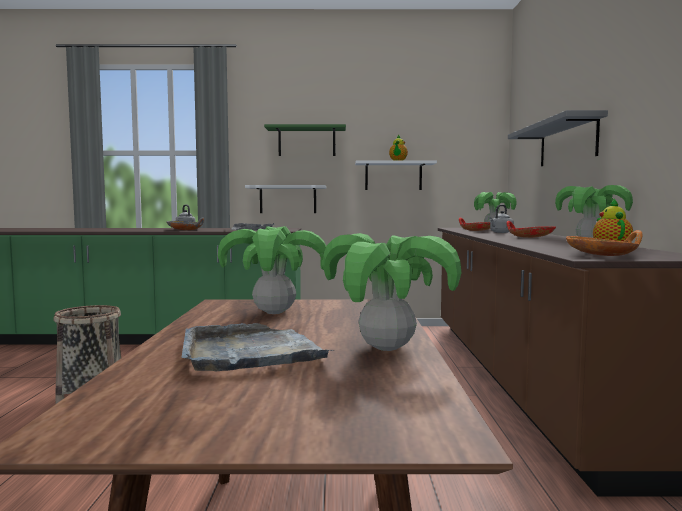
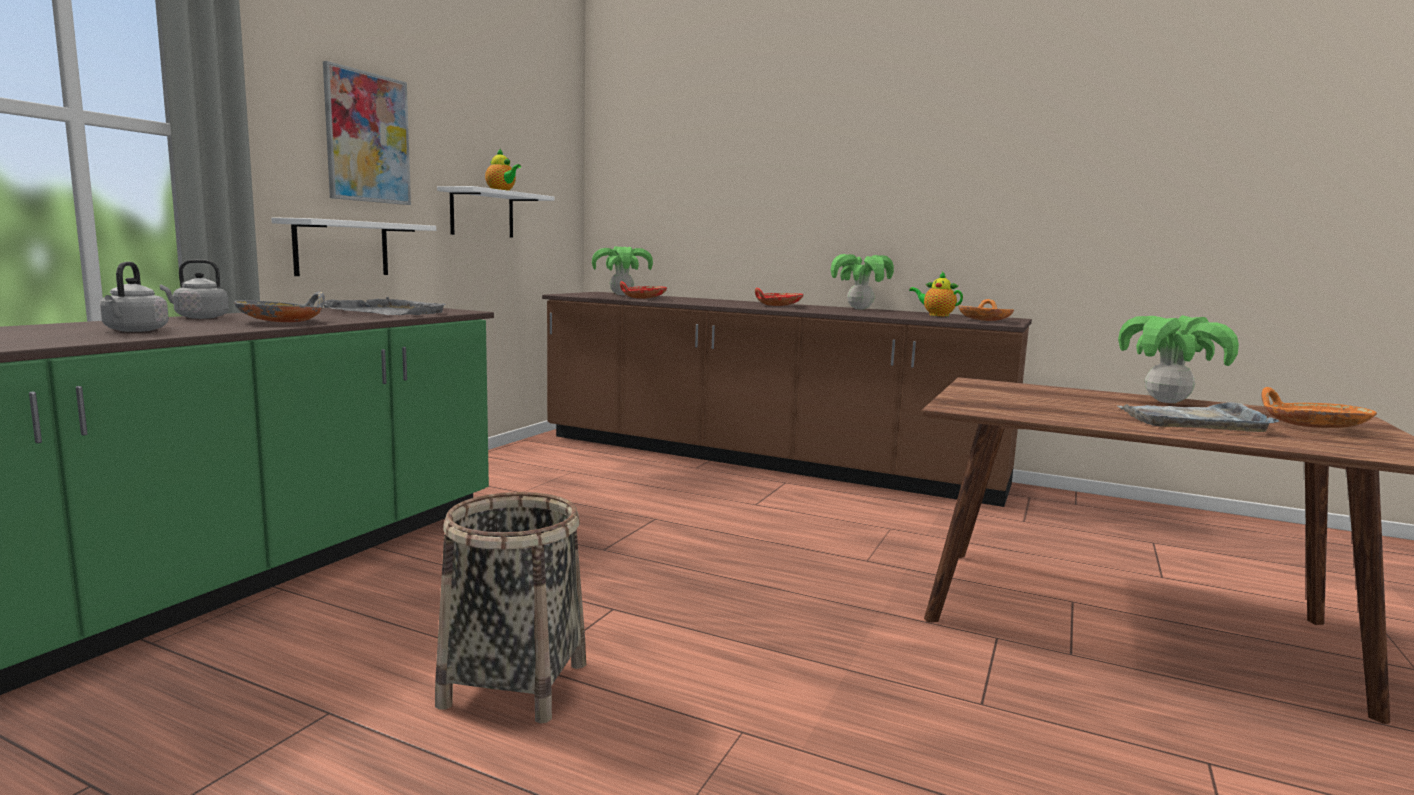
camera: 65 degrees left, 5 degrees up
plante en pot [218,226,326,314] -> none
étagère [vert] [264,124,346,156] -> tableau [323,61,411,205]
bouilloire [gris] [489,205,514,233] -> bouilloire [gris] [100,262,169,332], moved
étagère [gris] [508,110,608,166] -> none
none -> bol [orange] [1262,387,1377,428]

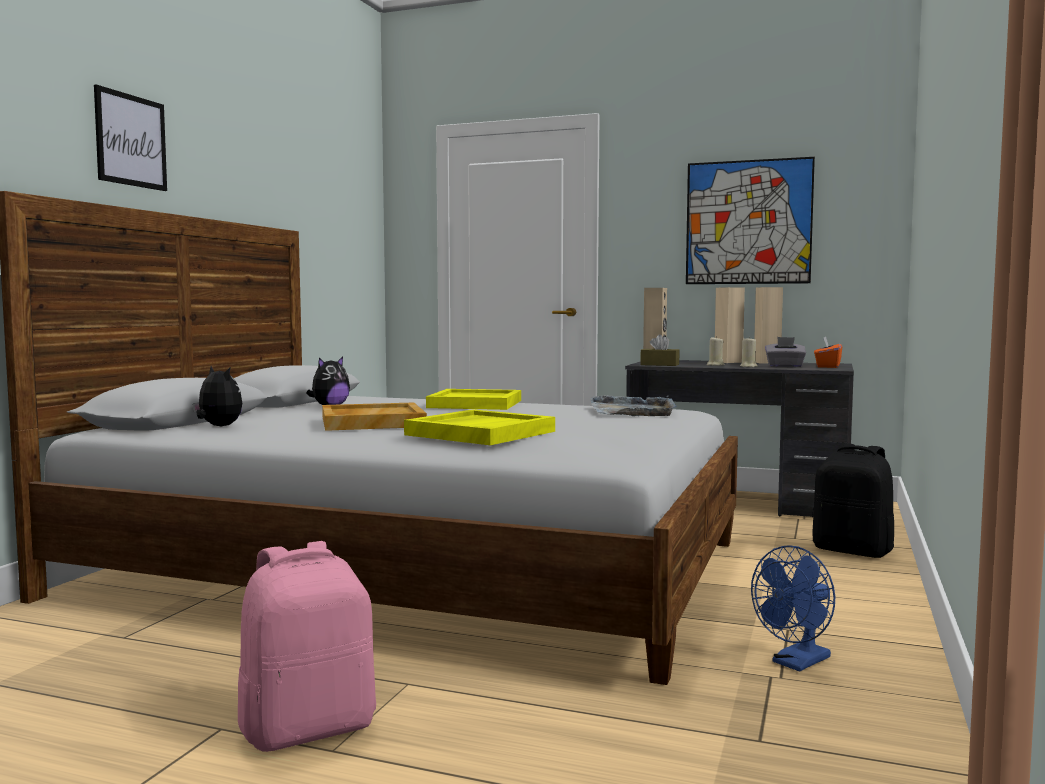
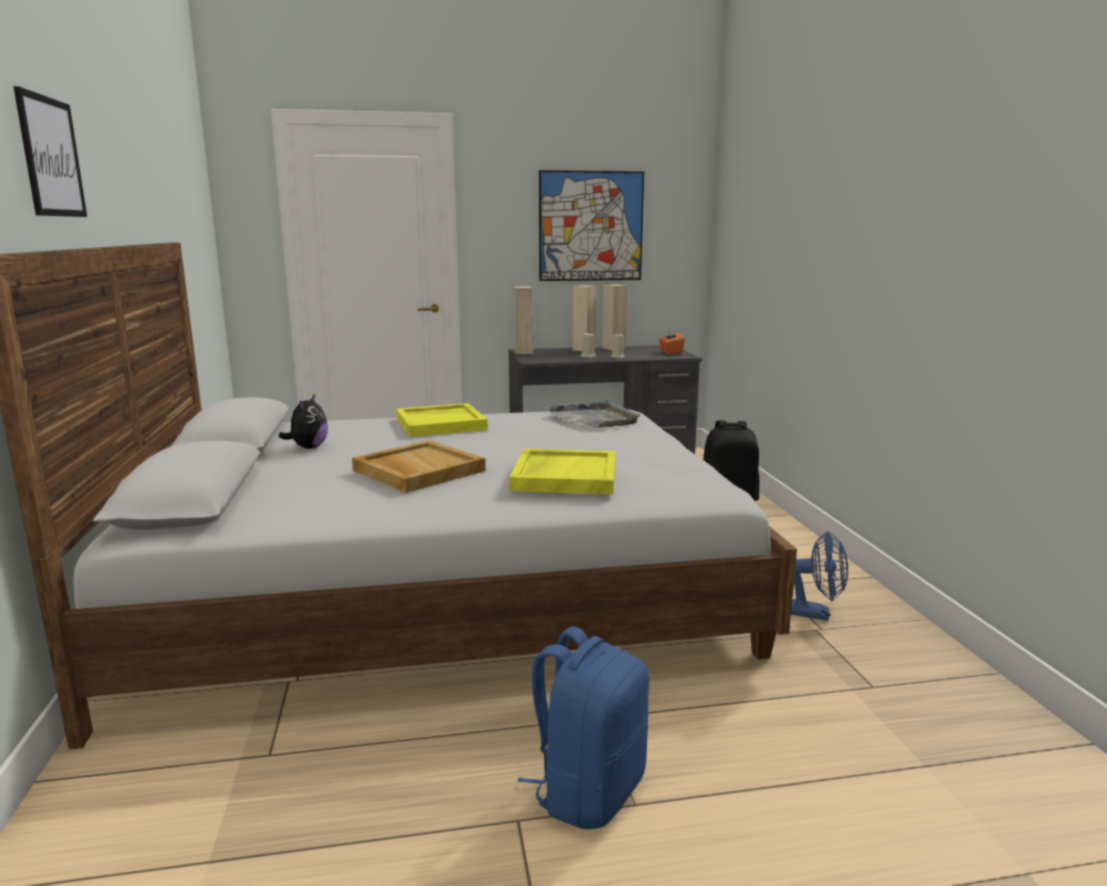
camera: 30 degrees left, 10 degrees up
peluche [193,366,242,426] -> none
sac à dos [rose] [238,541,376,752] -> sac à dos [bleu] [518,626,649,829]
boîte à mouchoirs [marron] [640,334,680,366] -> none
ventilateur [bleu] [751,545,835,671] -> ventilateur [bleu] [791,531,848,621], 90 degrees counterclockwise
boîte à mouchoirs [gris] [765,337,806,367] -> none

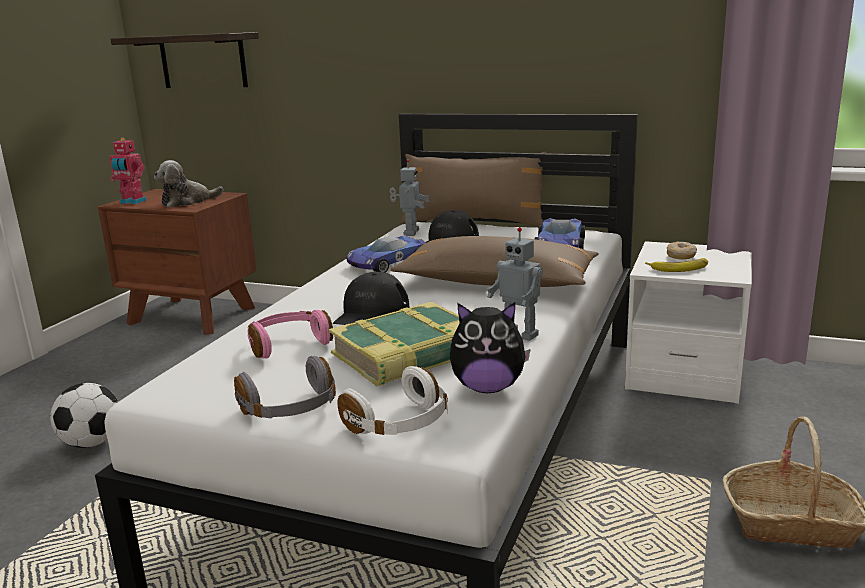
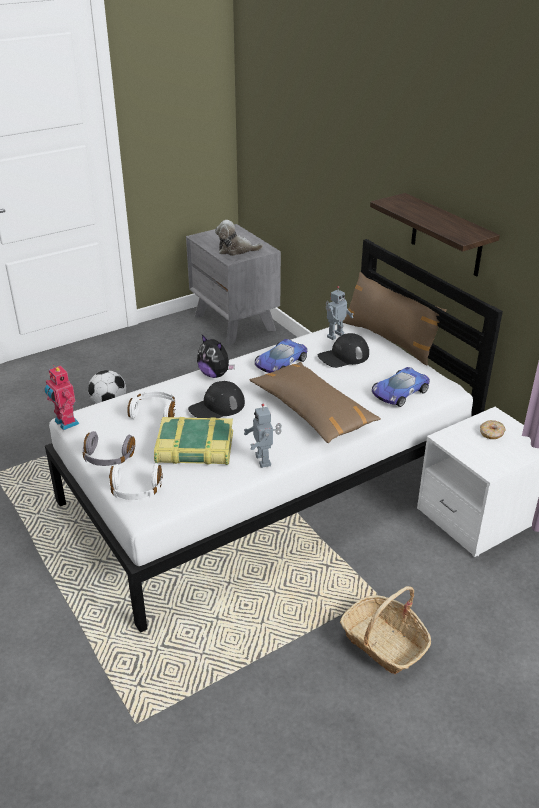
camera: 35 degrees right, 15 degrees up
table de chevet [marron] [98,189,257,335] -> table de chevet [gris] [186,224,281,345]
robot jouet [110,138,147,204] -> robot jouet [44,365,79,430], moved
étagère [111,32,259,88] -> étagère [370,193,500,277], moved
casque audio [rose] [247,310,333,359] -> casque audio [blanc] [127,391,176,419]
petite voiture [346,235,426,273] -> petite voiture [255,339,308,373], 45 degrees counterclockwise
peluche [450,302,531,393] -> peluche [197,335,235,378], moved
banane [645,258,708,272] -> none

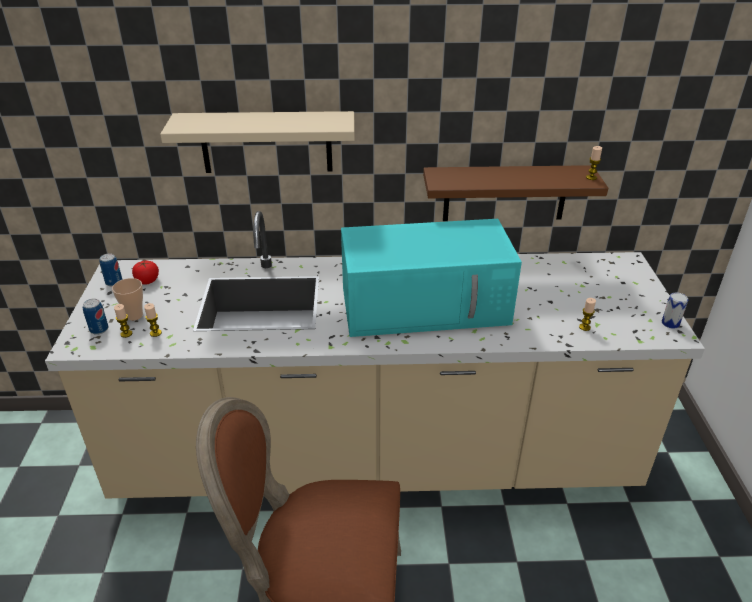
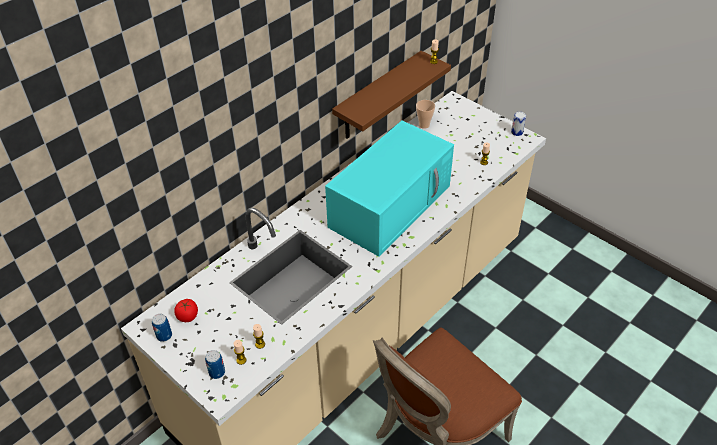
camera: 45 degrees left, 10 degrees up
tasse [112,278,143,320] -> tasse [416,100,435,129], moved
étagère [beige] [160,111,355,173] -> none

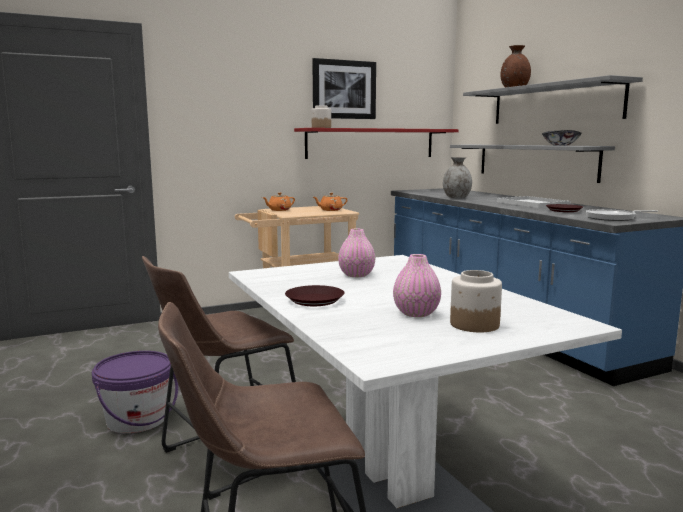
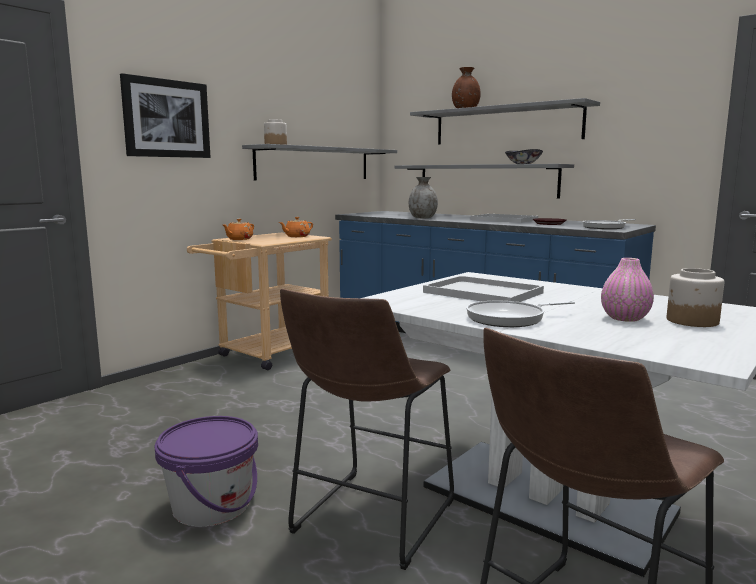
camera: 25 degrees left, 0 degrees up
assiette [marron] [285,285,344,306] -> poêle [466,301,575,327]
étagère [rouge] [294,128,459,159] -> étagère [gris] [242,144,397,180]
tableau [312,58,376,119] -> tableau [120,73,211,158], moved
vase [rose] [338,229,375,277] -> plateau [blanc] [423,276,544,302]

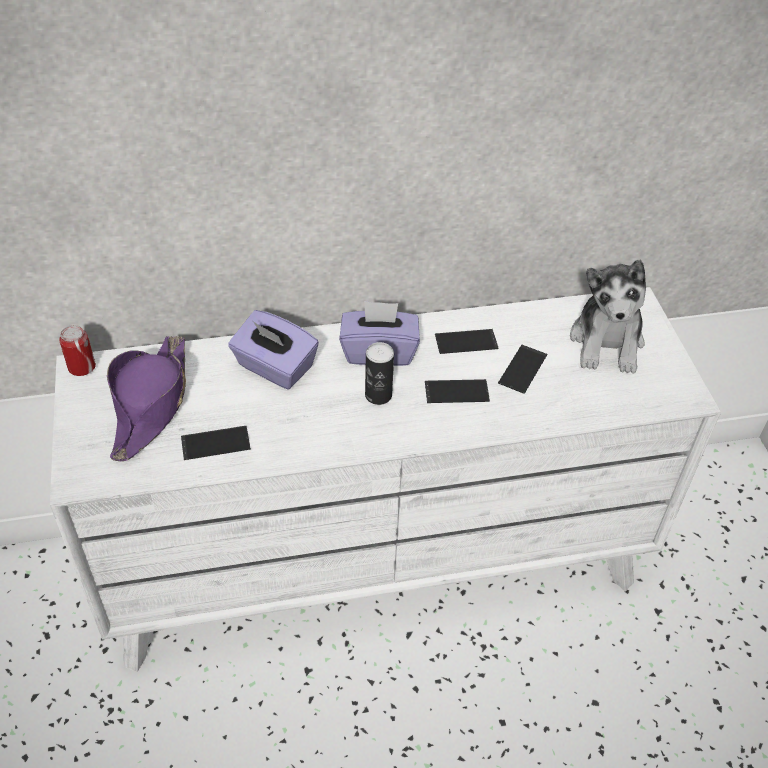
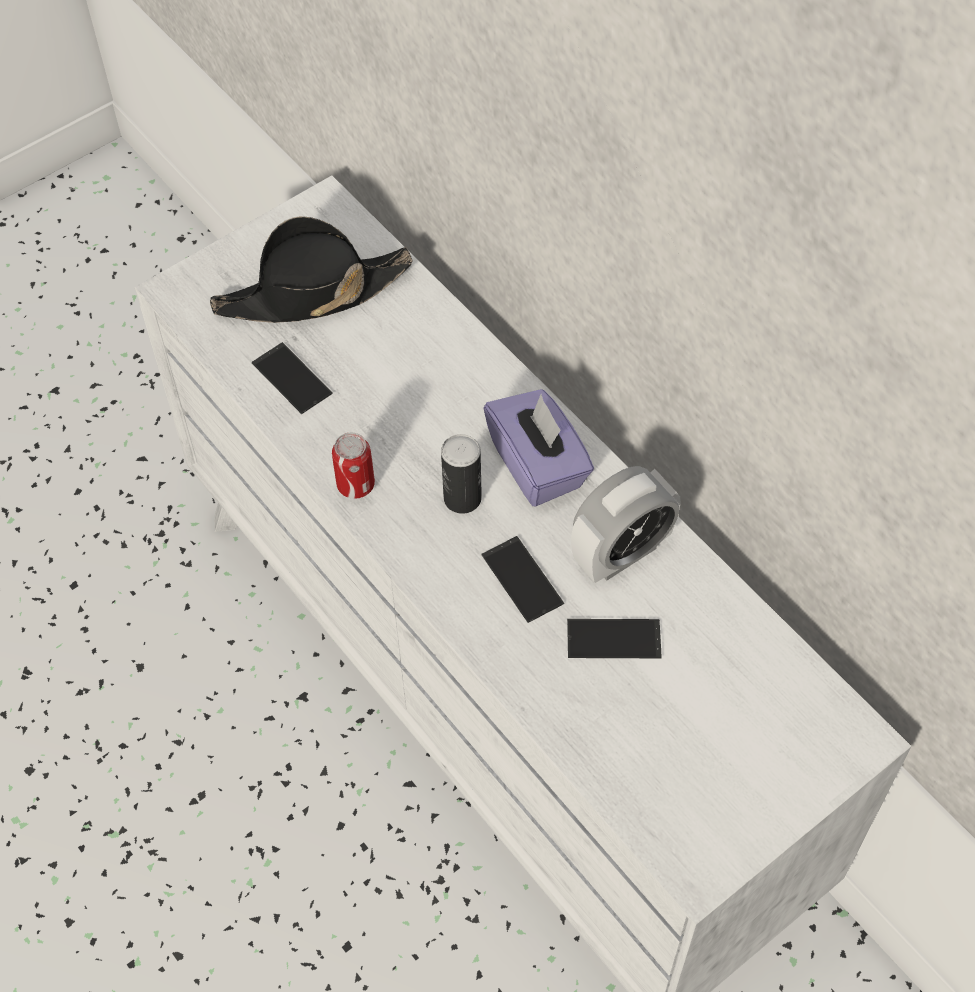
camera: 65 degrees right, 10 degrees up
boîte métallique [59,325,96,376] -> boîte métallique [332,432,375,499], moved
chapeau [violet] [107,336,186,461] -> chapeau [noir] [210,216,413,323]
boîte à mouchoirs [violet] [228,310,319,389] -> none
téléphone [435,329,499,354] -> réveil [571,466,680,583]
peluche [570,260,646,374] -> none

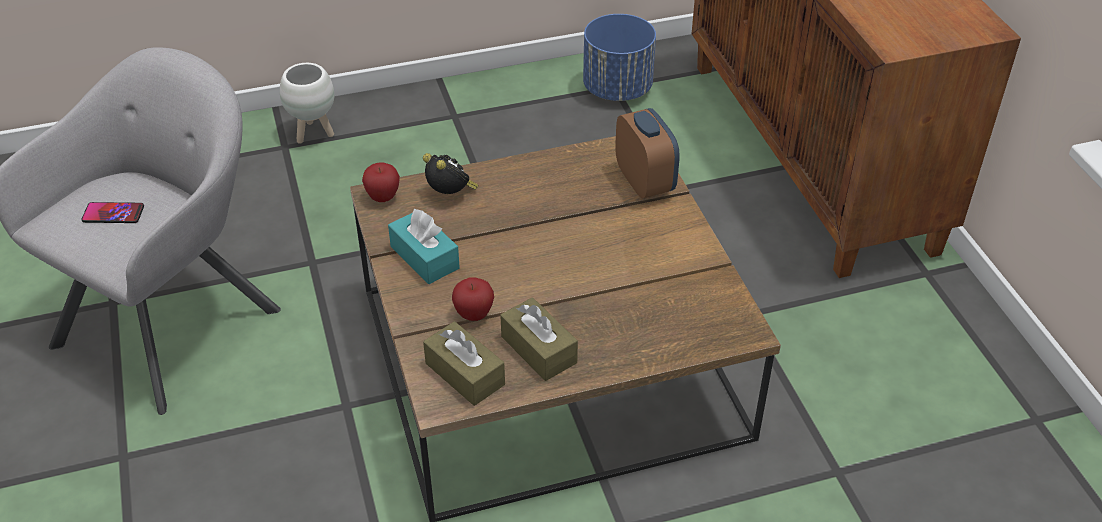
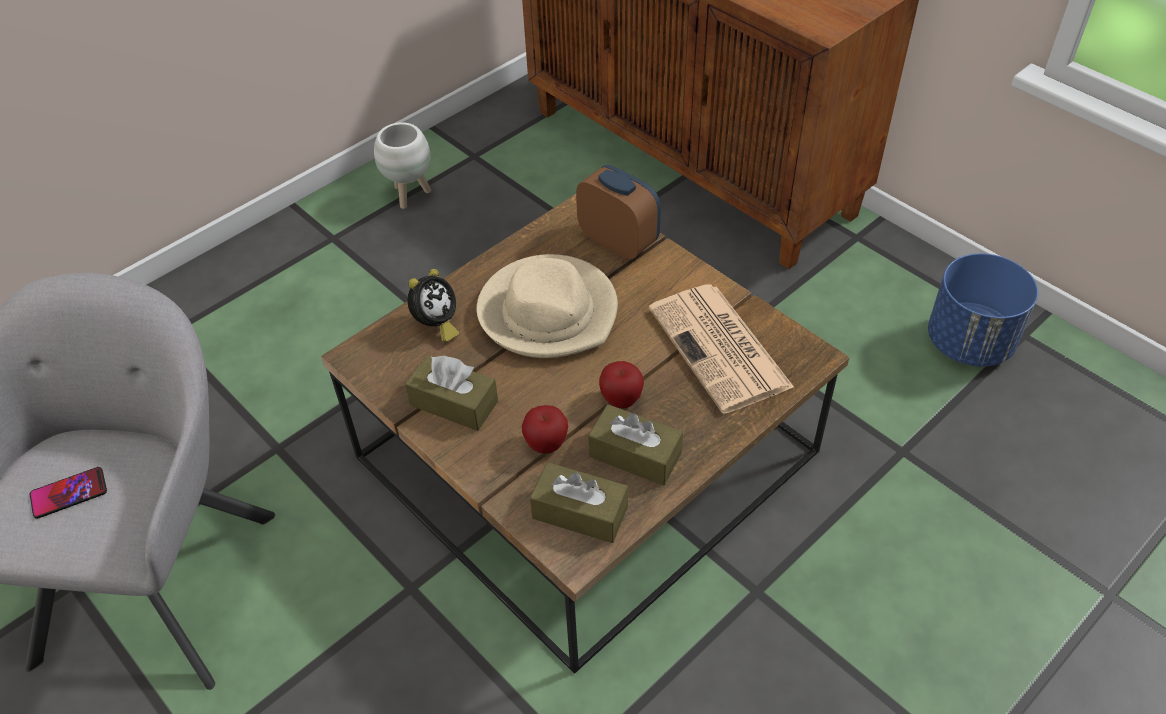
camera: 25 degrees left, 5 degrees up
cache-pot [blanc] [280,63,334,144] -> cache-pot [blanc] [374,122,431,209], moved
pomme [362,162,400,202] -> pomme [599,361,644,408], moved
boîte à mouchoirs [turquoise] [388,208,460,284] -> boîte à mouchoirs [marron] [405,355,498,431]
réveil [423,153,478,194] -> réveil [407,269,459,342], 105 degrees clockwise
cache-pot [bleu] [583,14,656,101] -> cache-pot [bleu] [928,253,1038,367], moved
none -> chapeau [beige] [477,254,618,358]
none -> journal [649,285,795,414]

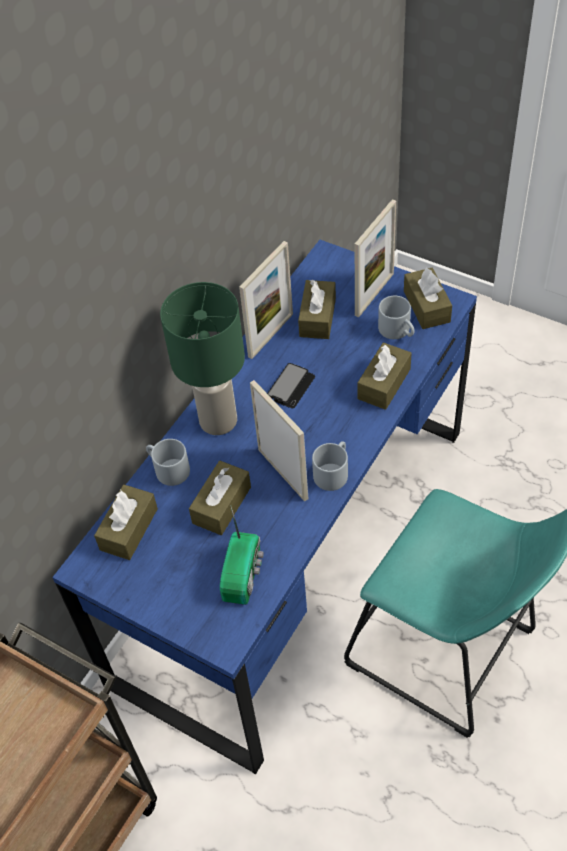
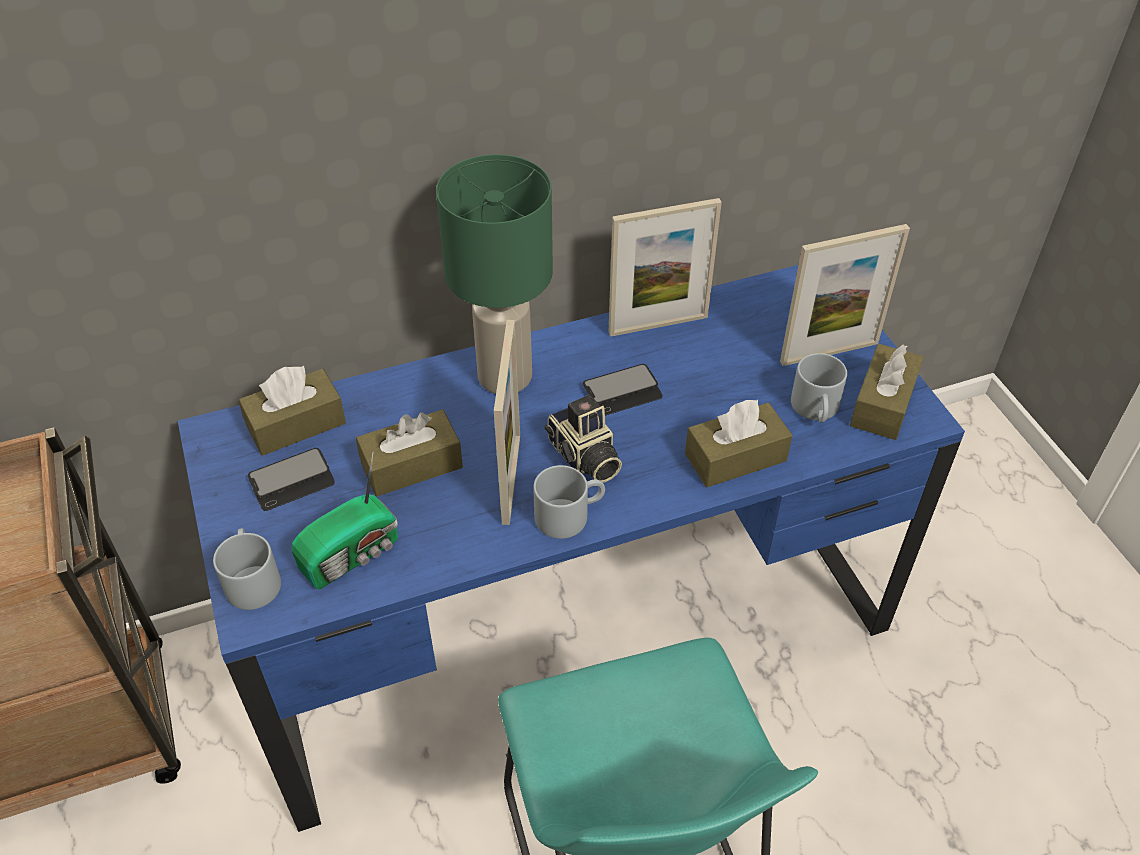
camera: 35 degrees right, 5 degrees down
mug [gris] [146,439,190,486] -> mug [gris] [213,528,281,610], moved
boîte à mouchoirs [marron] [298,280,336,339] -> none
none -> téléphone [248,448,335,511]
none -> appareil photo [544,395,622,483]

